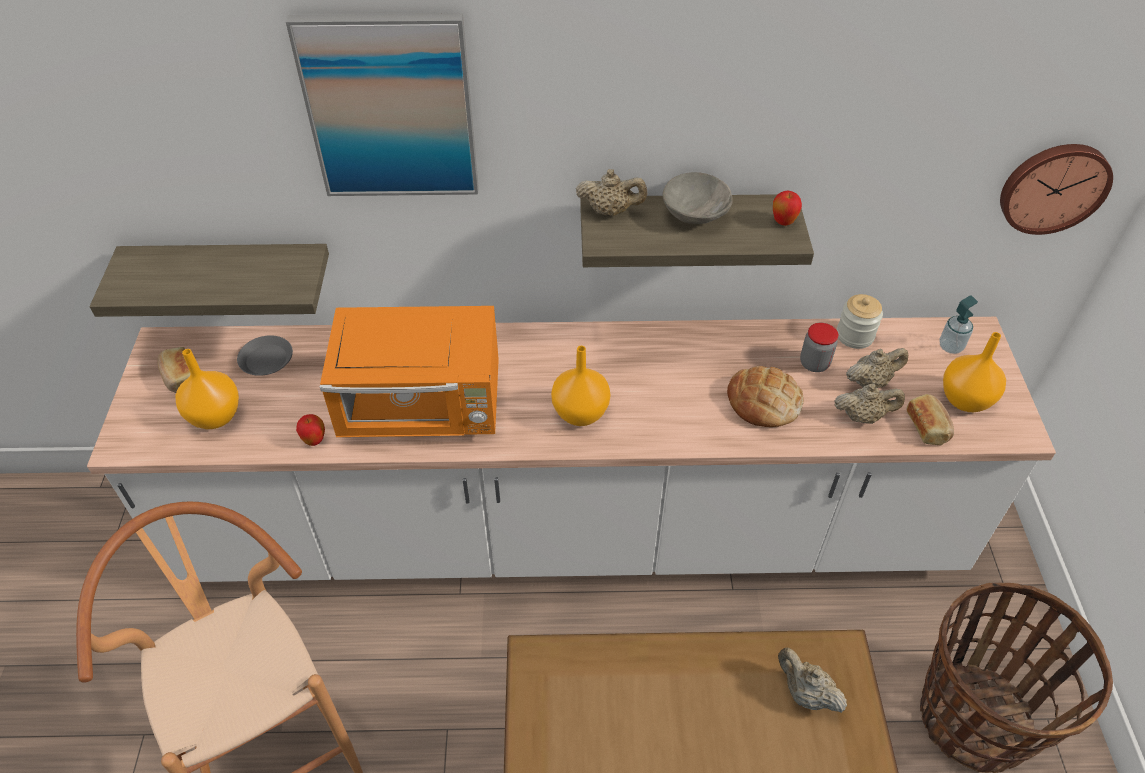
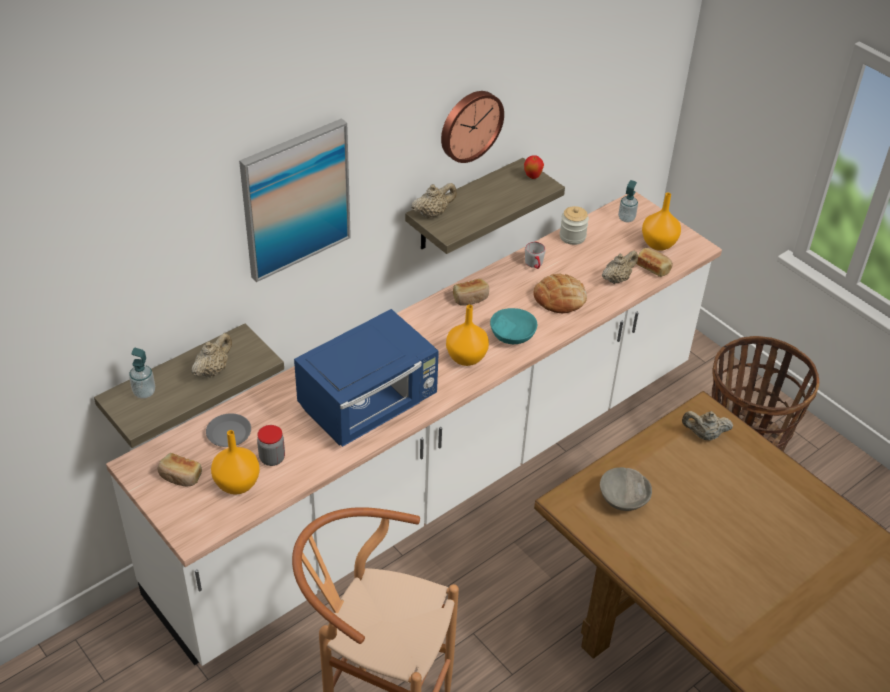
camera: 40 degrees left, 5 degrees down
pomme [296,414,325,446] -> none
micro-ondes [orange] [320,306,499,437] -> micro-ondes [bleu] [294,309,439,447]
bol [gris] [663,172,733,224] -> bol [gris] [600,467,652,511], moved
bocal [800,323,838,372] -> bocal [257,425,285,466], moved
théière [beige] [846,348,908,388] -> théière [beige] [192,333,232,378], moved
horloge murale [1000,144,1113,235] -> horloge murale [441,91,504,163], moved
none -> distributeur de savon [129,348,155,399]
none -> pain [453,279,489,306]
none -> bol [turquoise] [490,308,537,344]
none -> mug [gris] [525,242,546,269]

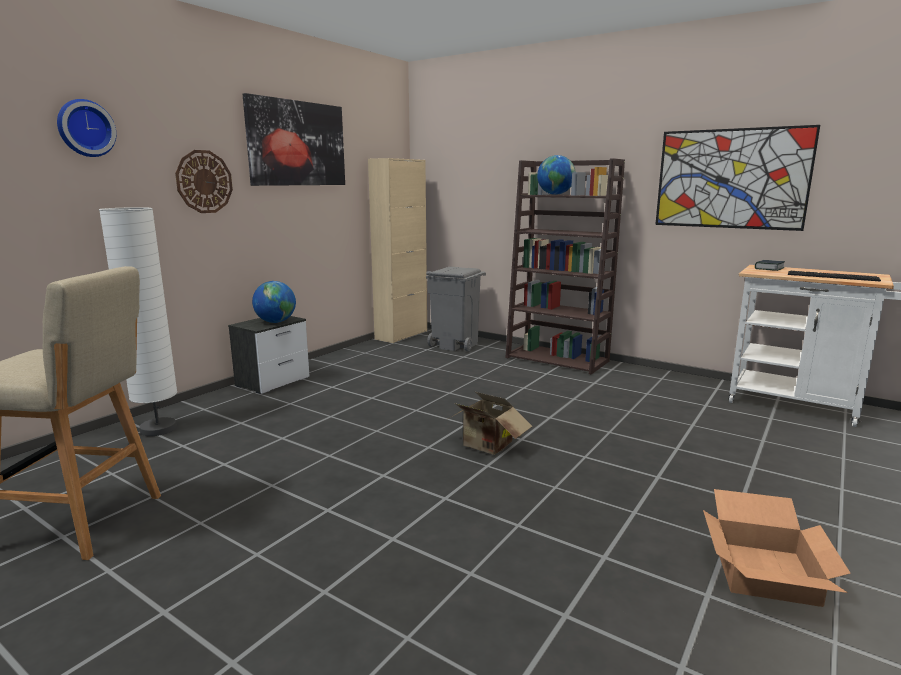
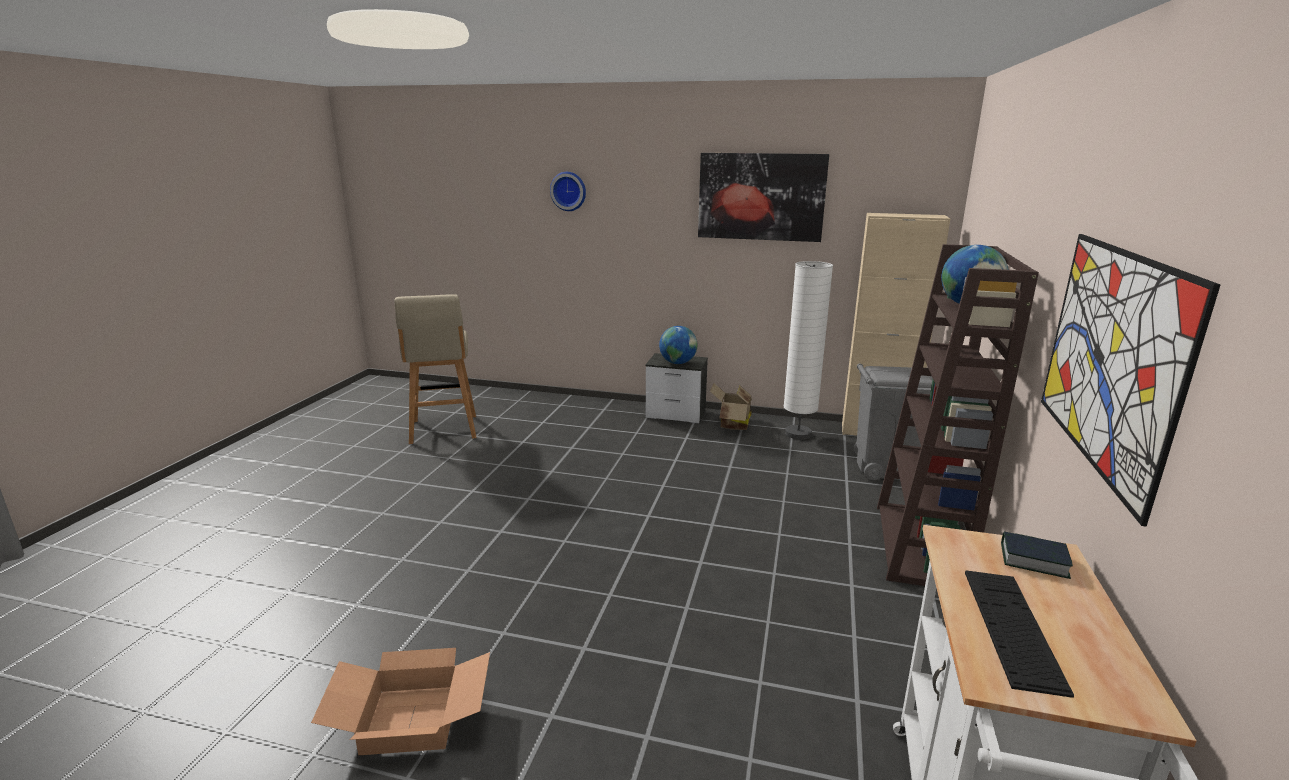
camera: 70 degrees right, 5 degrees up
lampadaire [blanc] [99,207,177,436] -> lampadaire [blanc] [784,261,833,440], moved
horloge murale [175,150,233,213] -> none
carton [448,392,532,455] -> carton [710,384,752,430], moved

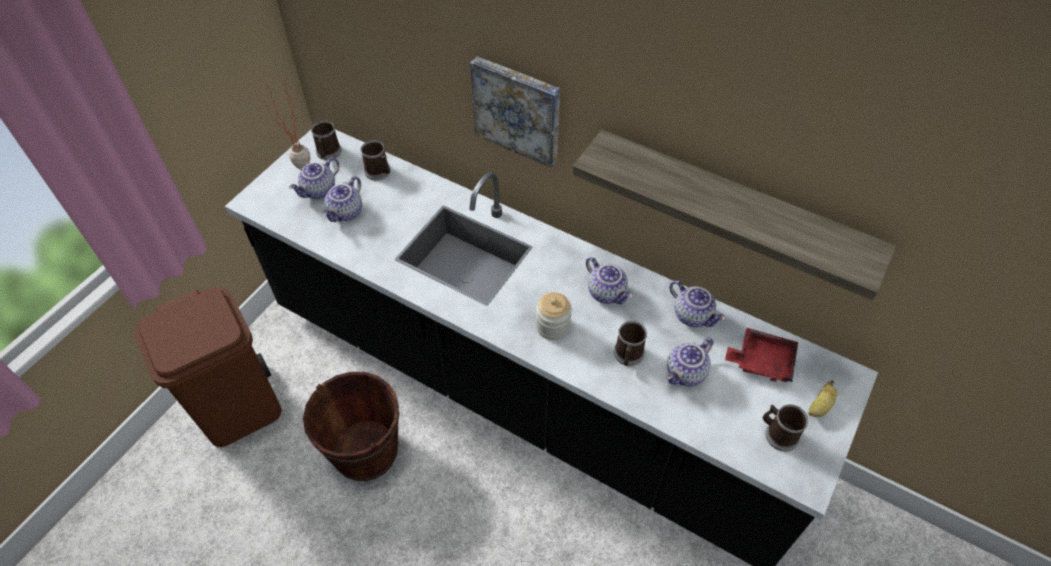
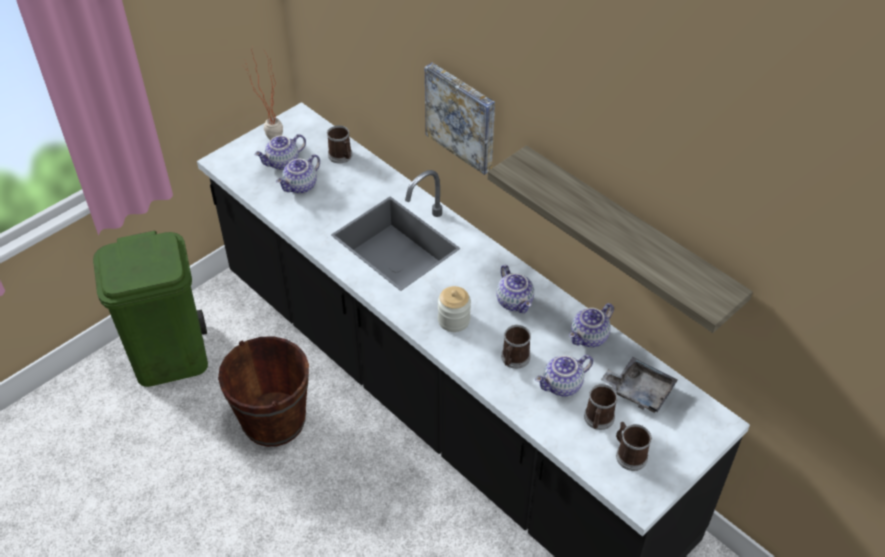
camera: 15 degrees right, 5 degrees down
poubelle [marron] [134,287,282,447] -> poubelle [vert] [93,231,208,387]
mug [311,121,342,160] -> mug [584,384,617,430], moved
théière [669,280,726,327] -> théière [569,303,614,347], 75 degrees clockwise
plateau [rouge] [725,328,798,382] -> plateau [gris] [601,357,678,413]
banane [809,380,837,417] -> none

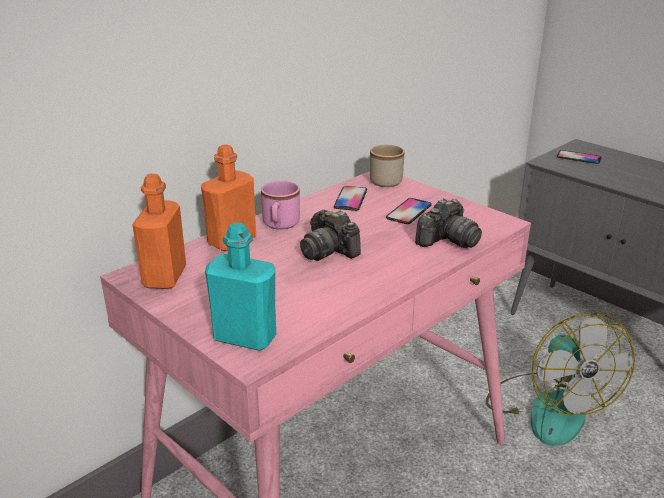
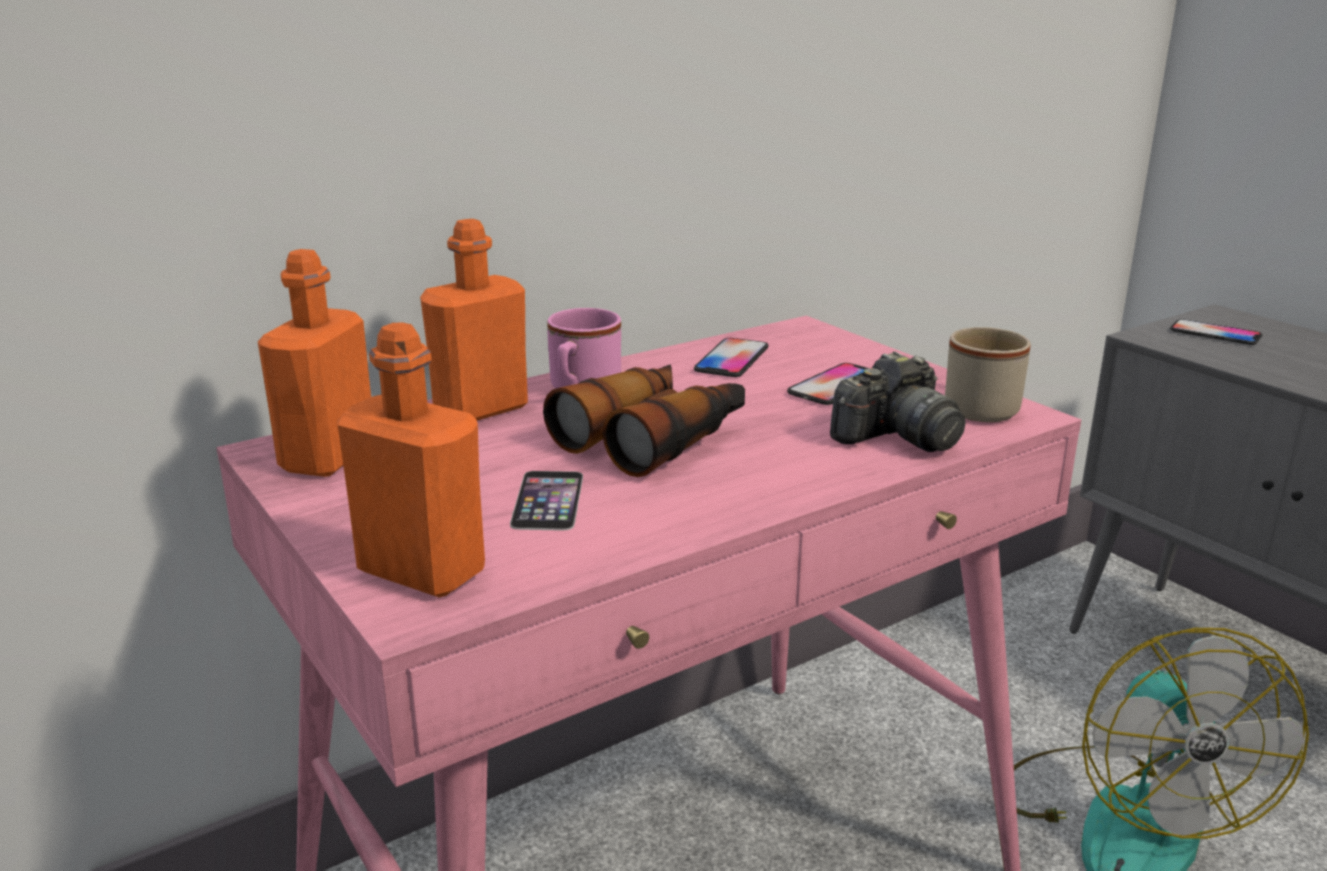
camera: 10 degrees right, 5 degrees down
bouteille [turquoise] [205,222,276,351] -> bouteille [orange] [337,322,485,597]
appareil photo [300,210,361,261] -> jumelles [543,364,745,477]
mug [beige] [370,145,404,187] -> mug [beige] [945,327,1031,422], moved
none -> téléphone [510,471,583,531]

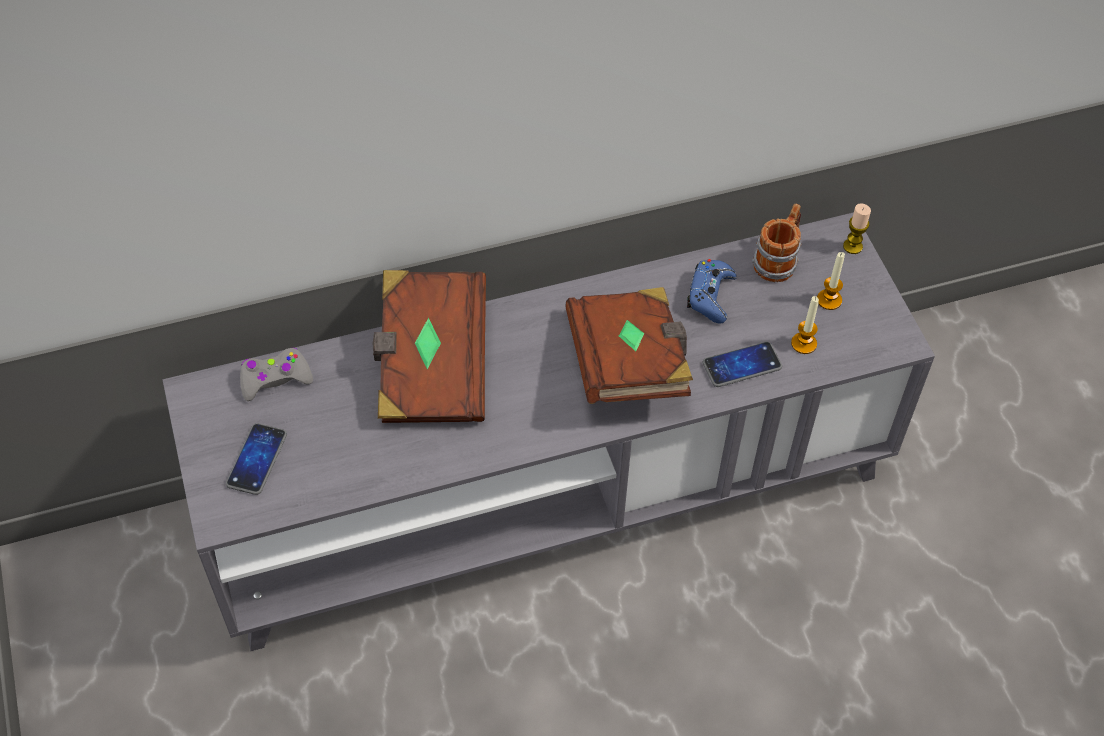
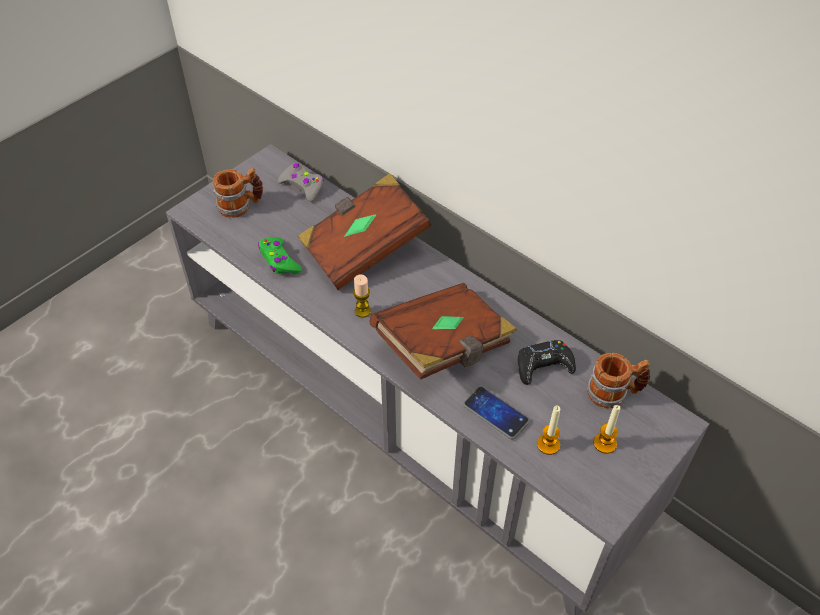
camera: 60 degrees right, 5 degrees down
téléphone [226,423,287,495] -> mug [213,168,263,218]
manette [bleu] [687,259,737,324] -> manette [noir] [518,340,576,385]
bougie [843,203,871,254] -> bougie [353,275,371,318], moved
none -> manette [vert] [258,237,302,274]

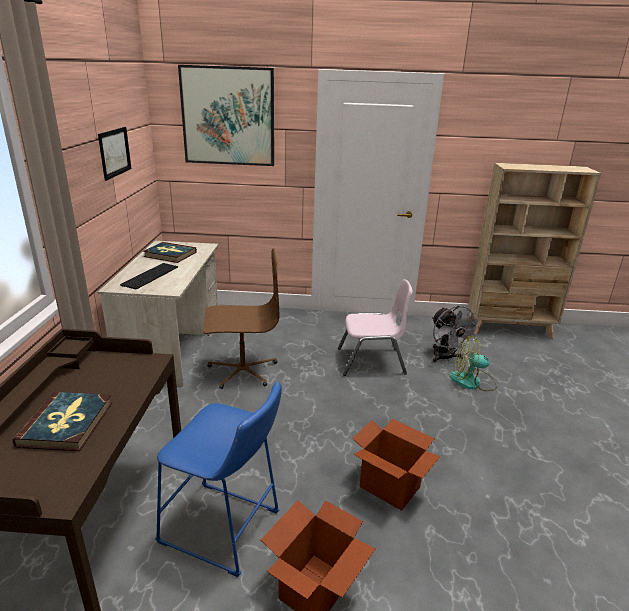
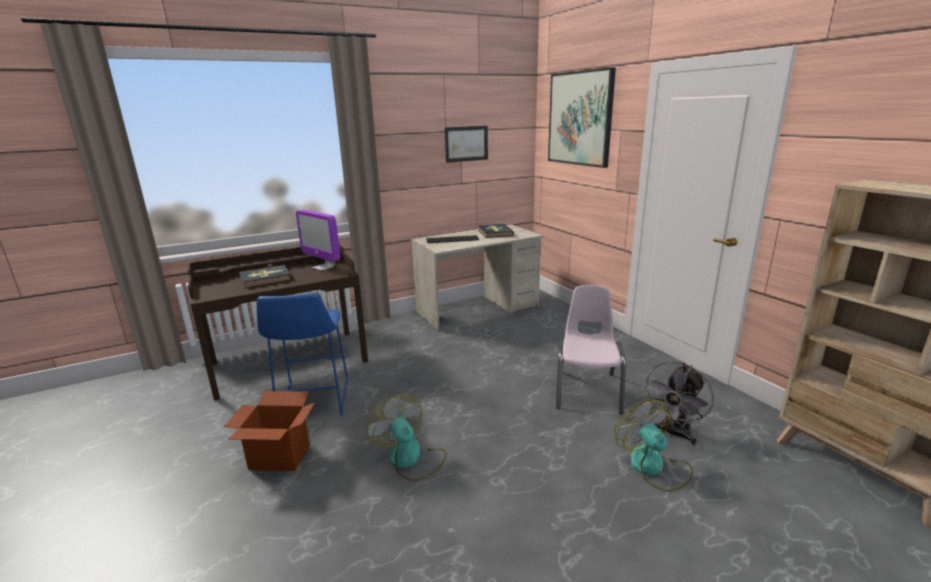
camera: 60 degrees right, 5 degrees down
chaise de bureau [marron] [203,248,279,389] -> none
chaise [rose] [338,279,413,376] -> chaise [rose] [556,285,626,414], 135 degrees counterclockwise
carton [352,419,440,511] -> ventilateur [367,394,446,481]
none -> écran d'ordinateur [296,210,340,271]

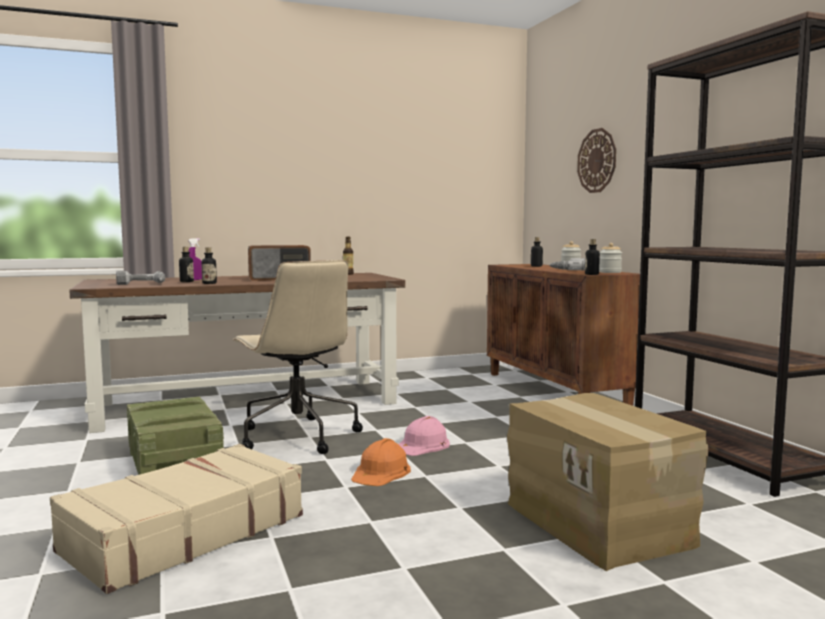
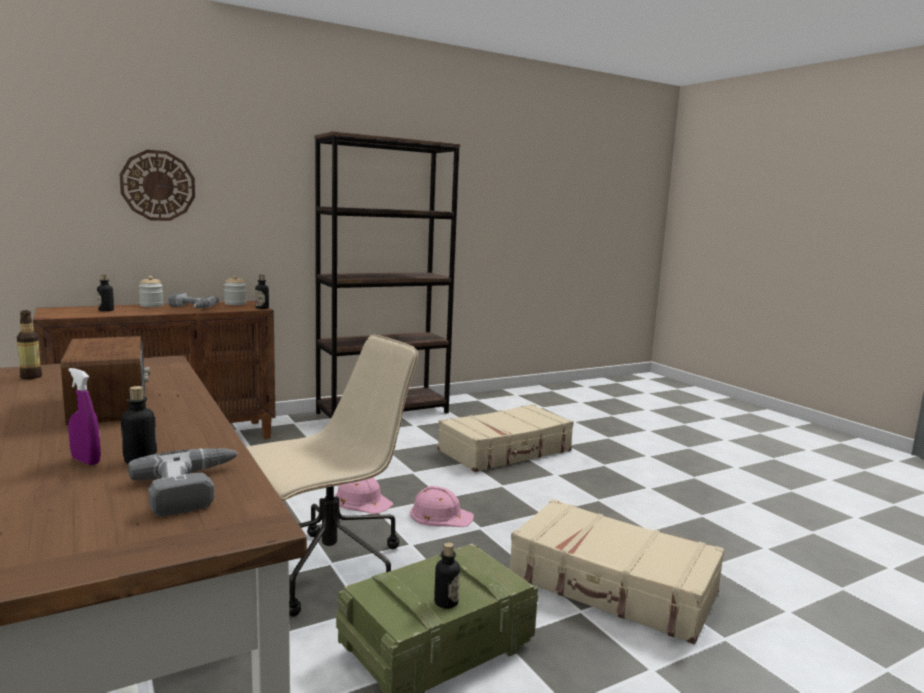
camera: 100 degrees left, 5 degrees up
bouteille [201,247,217,284] -> bouteille [434,542,460,609], moved
casque de chantier [orange] [351,438,411,486] -> casque de chantier [rose] [410,486,474,527]
carton [507,393,709,571] -> valise [beige] [438,404,574,472]

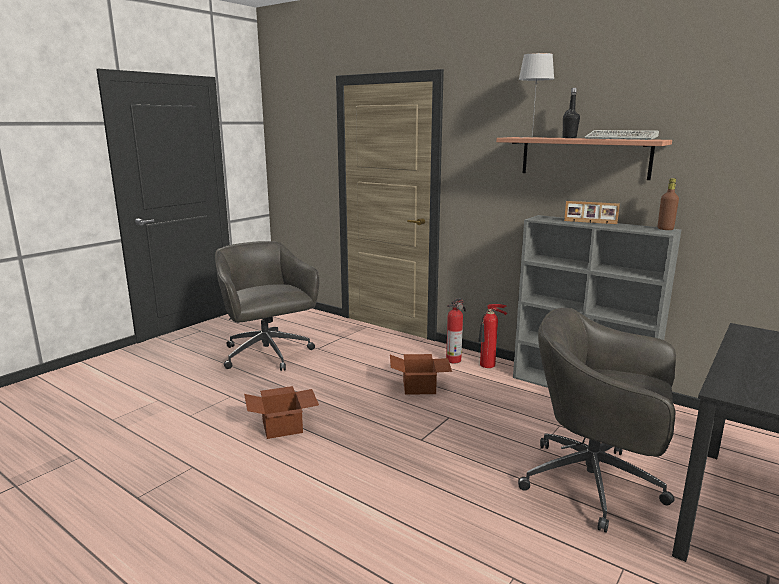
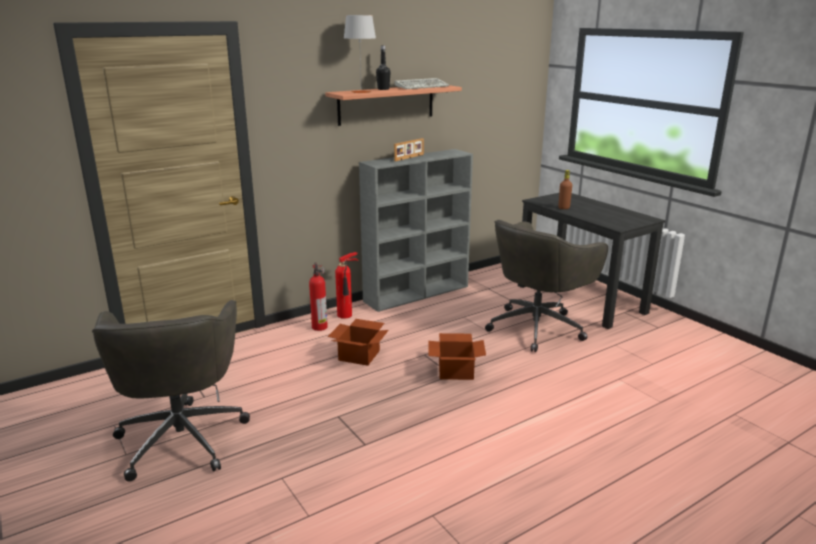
camera: 70 degrees left, 5 degrees up
chaise de bureau [gris] [215,241,320,371] -> chaise de bureau [gris] [92,300,250,482], 90 degrees counterclockwise
carton [244,386,319,439] -> carton [428,333,486,380], moved
bouteille [marron] [658,178,679,230] -> bouteille [marron] [558,170,572,209], moved

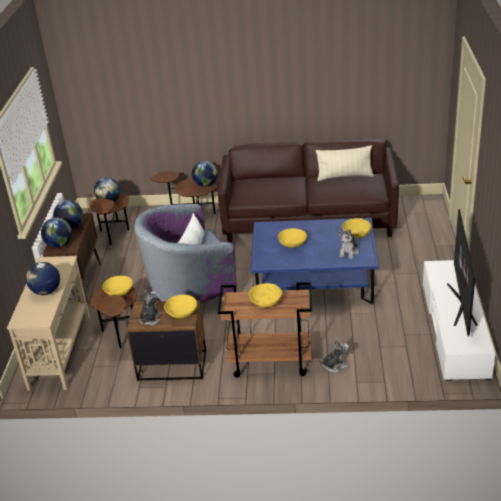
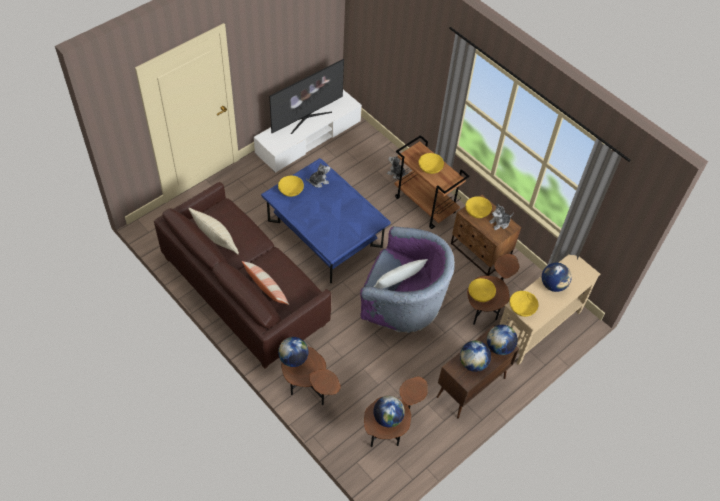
camera: 140 degrees left, 20 degrees up
bol [jaune] [278,228,307,248] -> bol [jaune] [510,291,538,317], moved
none -> coussin [242,261,289,305]

